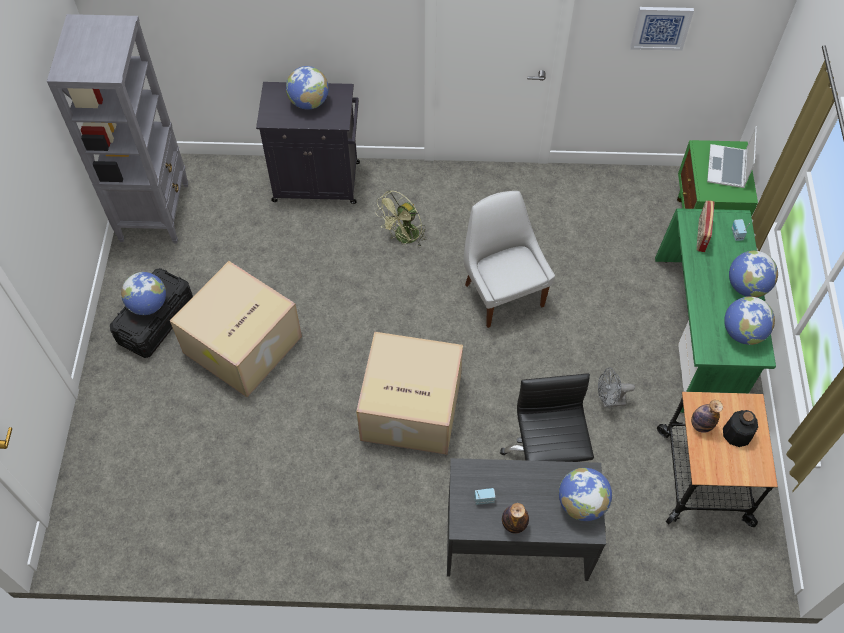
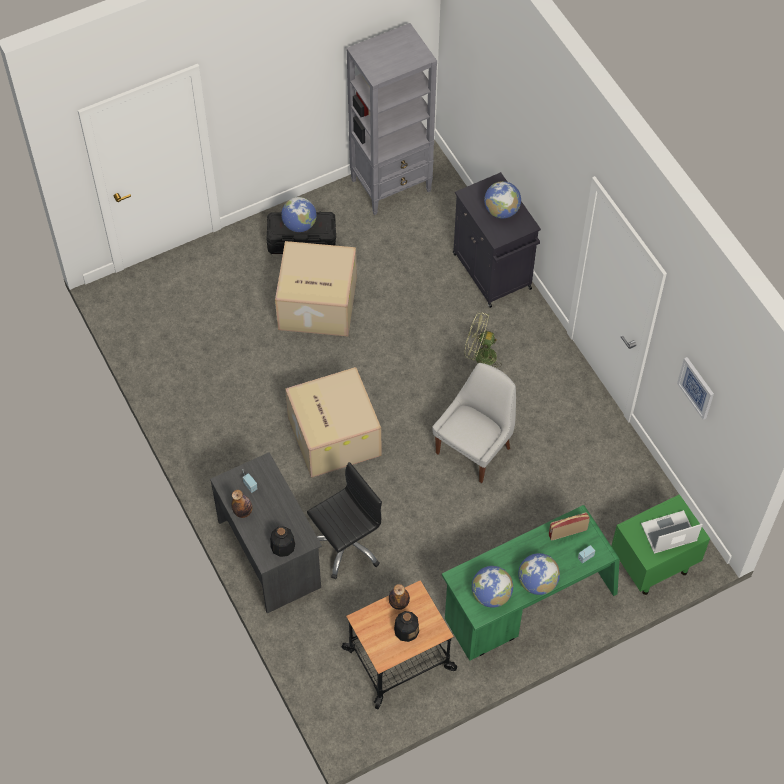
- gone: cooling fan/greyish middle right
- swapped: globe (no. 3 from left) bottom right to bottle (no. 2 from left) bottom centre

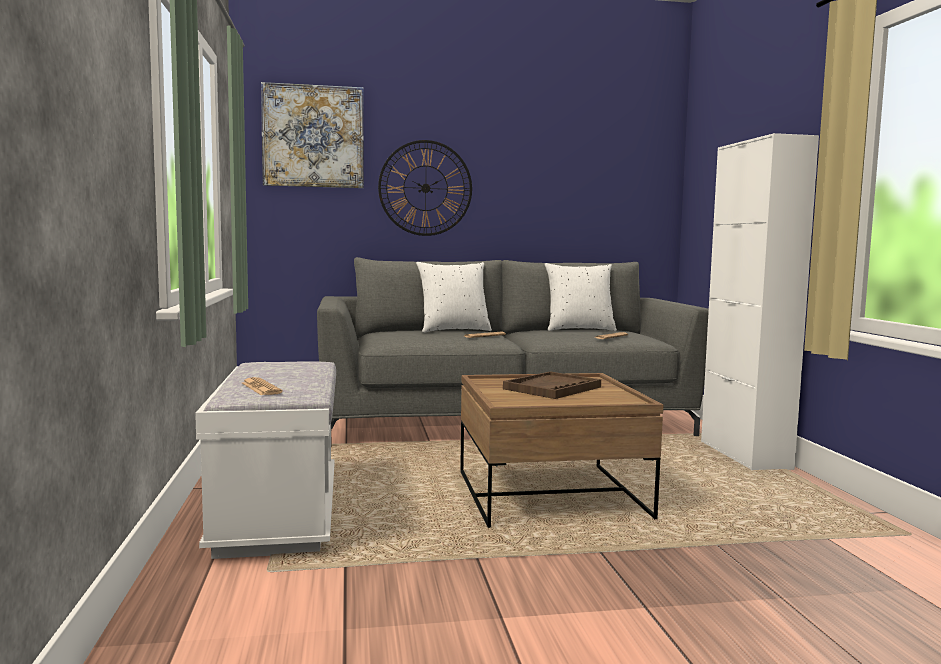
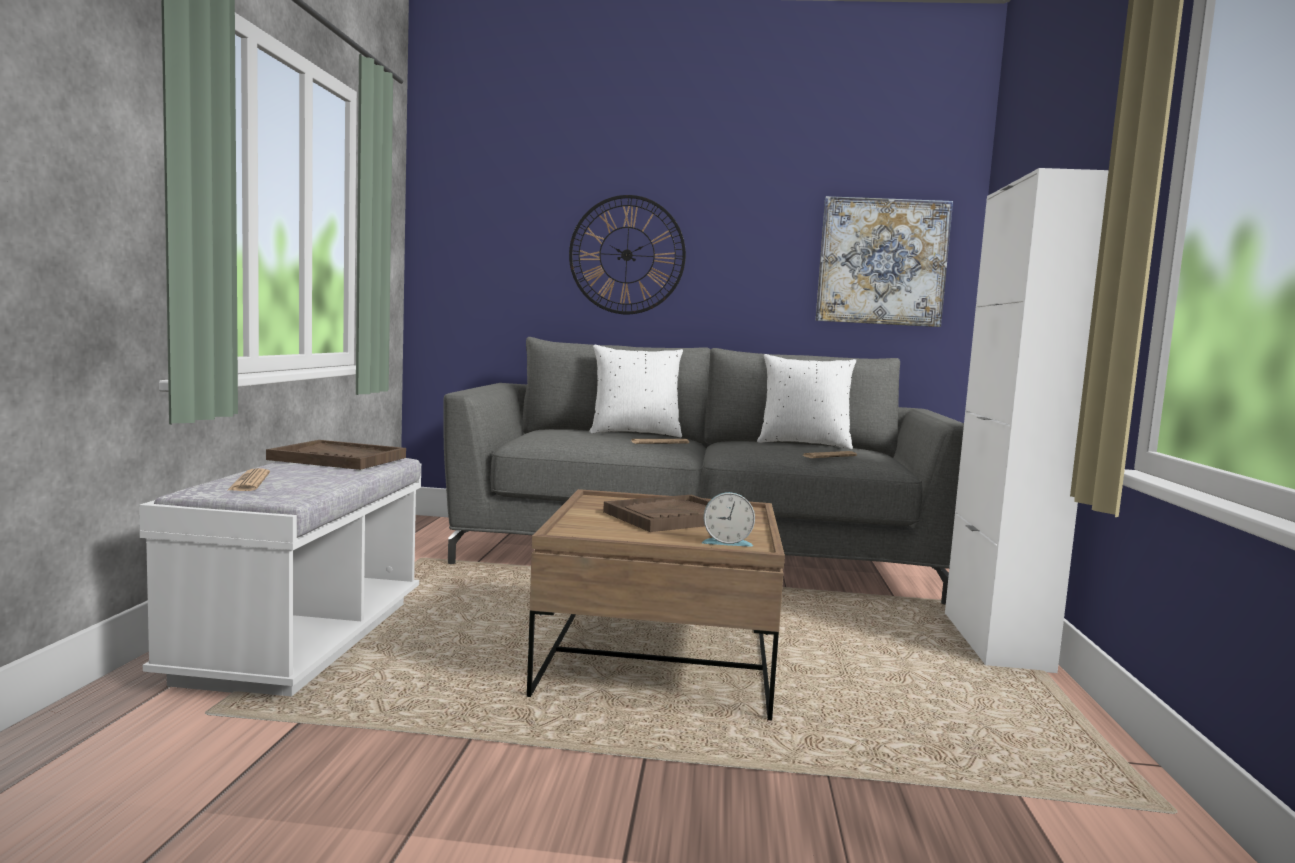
- shifted: picture top left to top right
- new: tray/brownish (no. 1 from left) middle left
- new: bedside clock centre

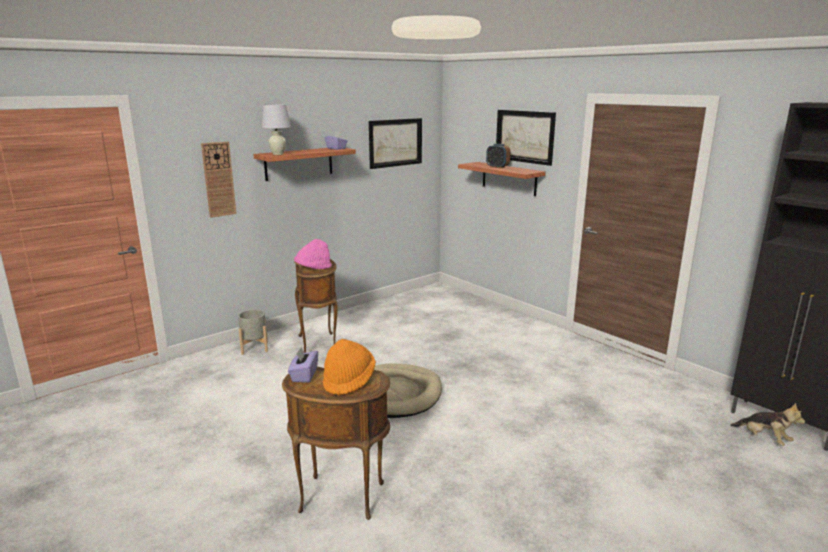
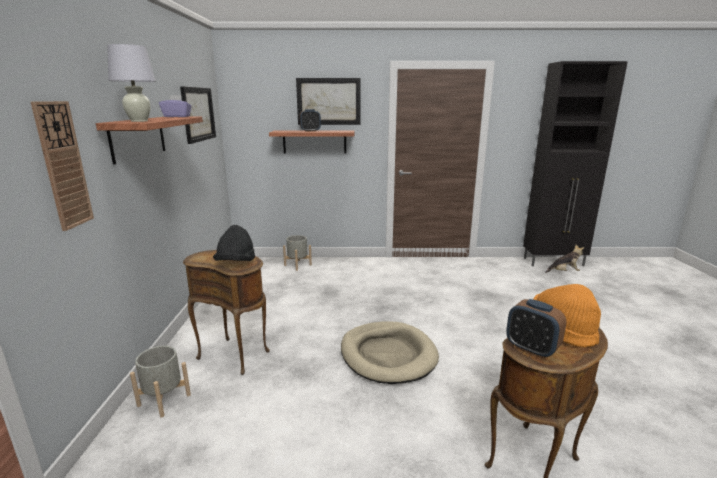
- repainted: clothing hat/pink-coloured centre to clothing hat/black middle left
- swapped: tissue box/purple-coloured (no. 1 from left) centre to bedside clock (no. 2 from left) bottom right
- new: flower pot/greyish (no. 2 from left) centre

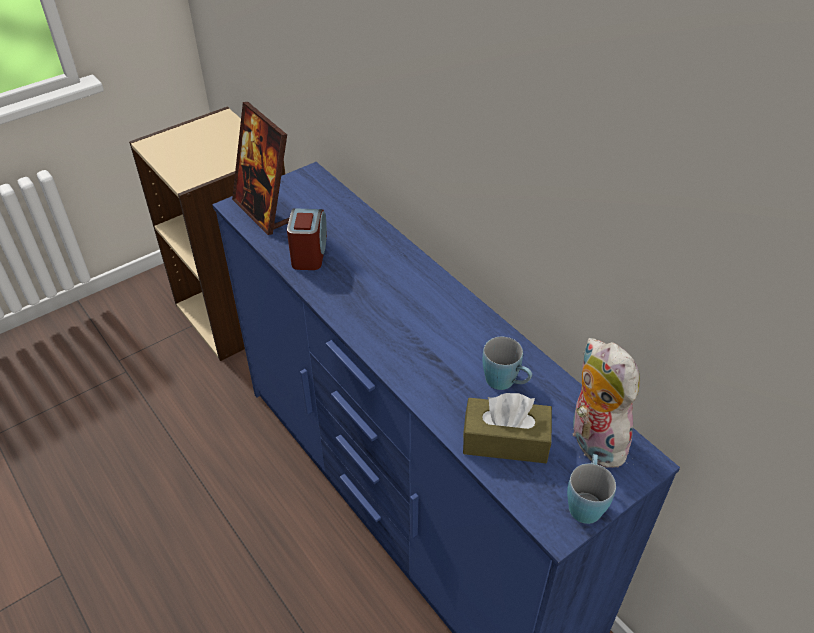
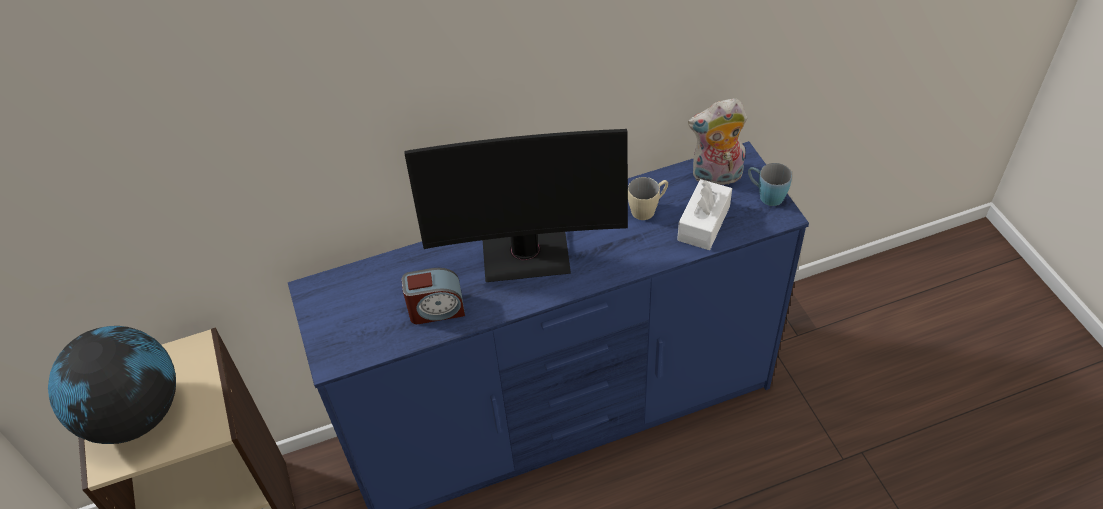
- gone: standing frame top left
- rotated: bedside clock centre = centre 150 degrees clockwise
- repainted: mug/blue-coloured (no. 1 from left) centre to mug/beige centre
- repainted: tissue box/brownish bottom centre to tissue box/white-coloured centre
- new: monitor centre
- new: globe bottom left

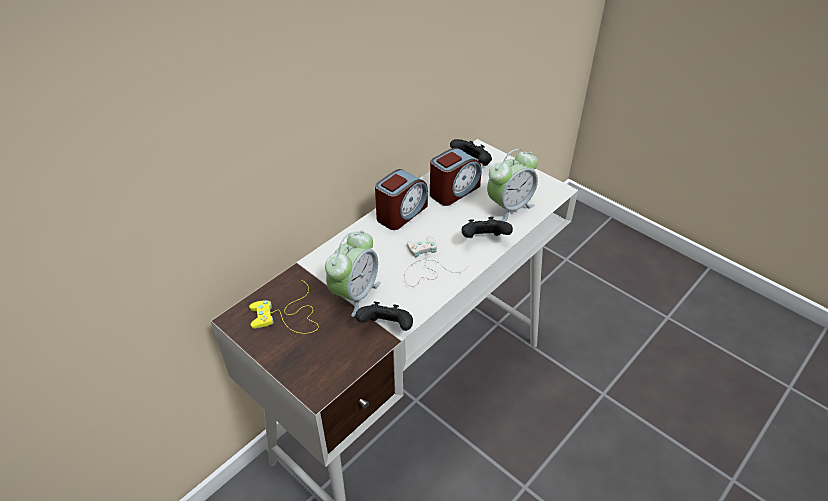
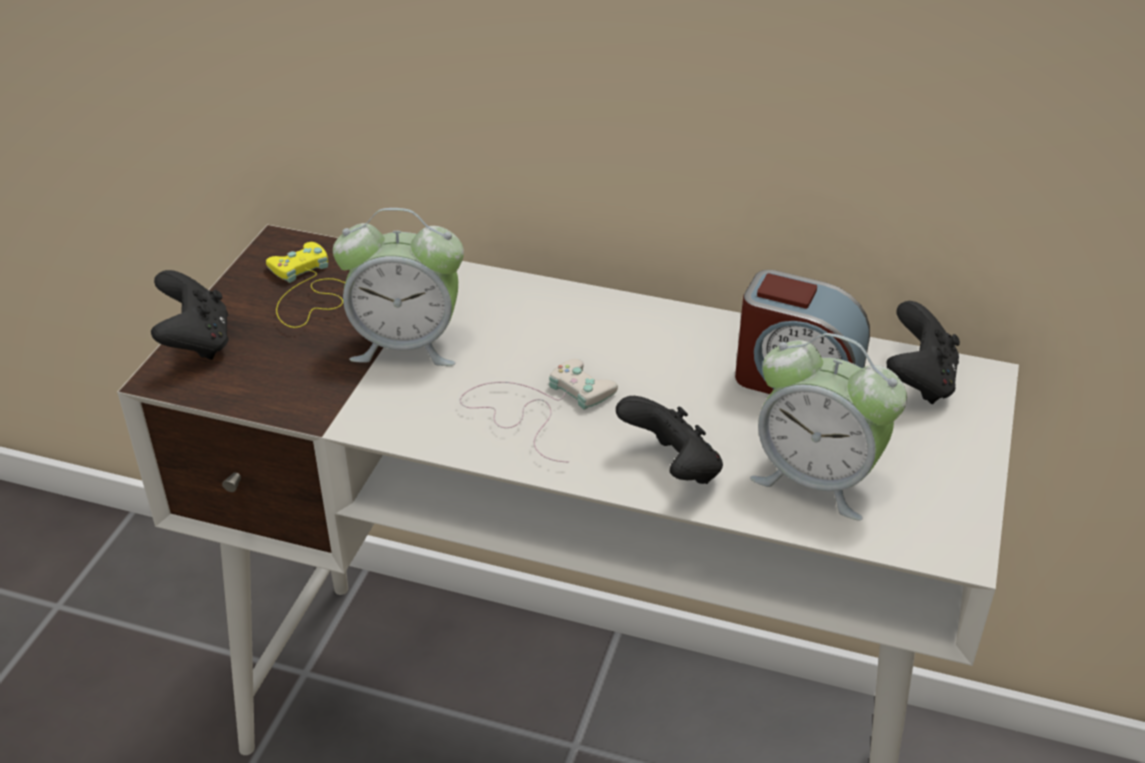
- gone: bedside clock (no. 2 from left) centre
- shifted: joypad/black (no. 1 from left) centre to middle left

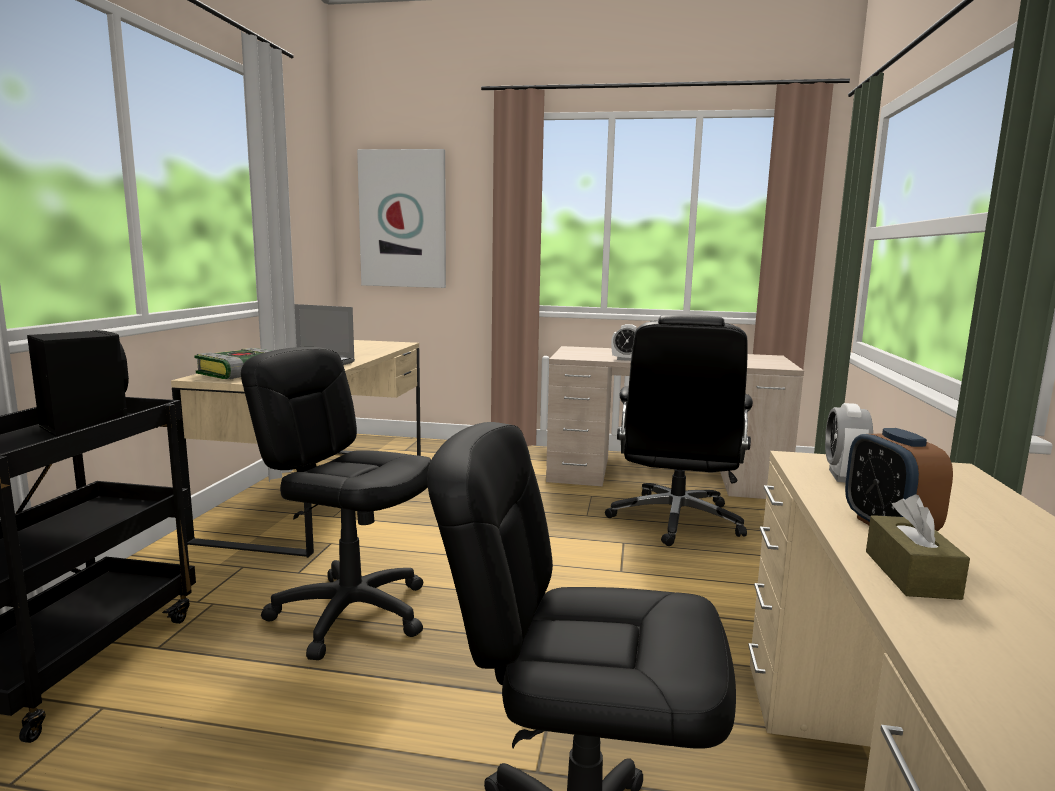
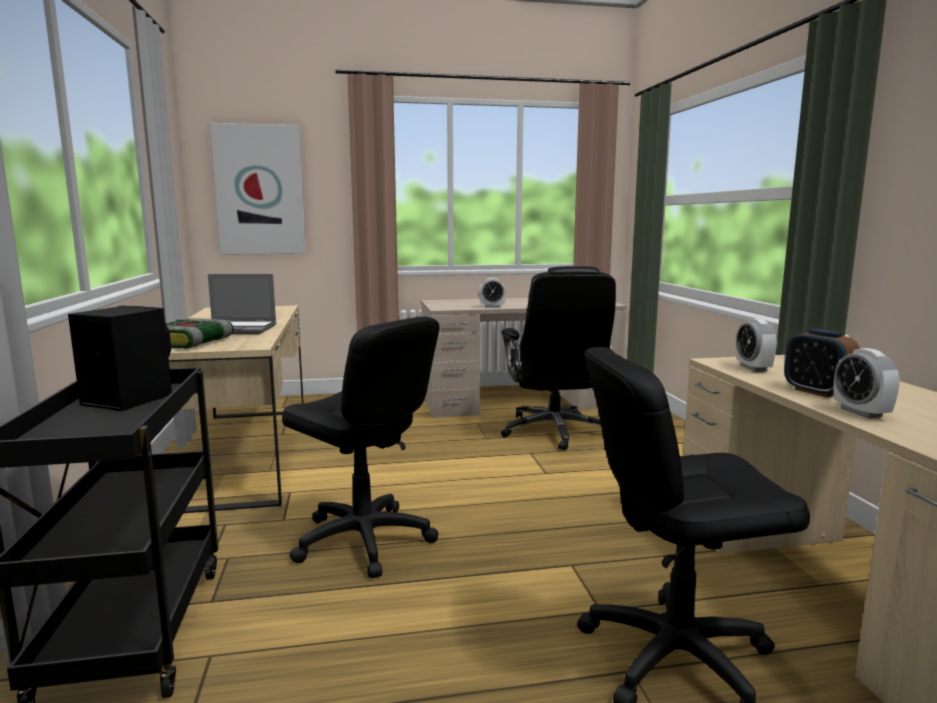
- rotated: computer chair/black (no. 1 from left) middle left = centre 150 degrees counterclockwise
- swapped: tissue box/brownish bottom right to bedside clock (no. 4 from left) middle right

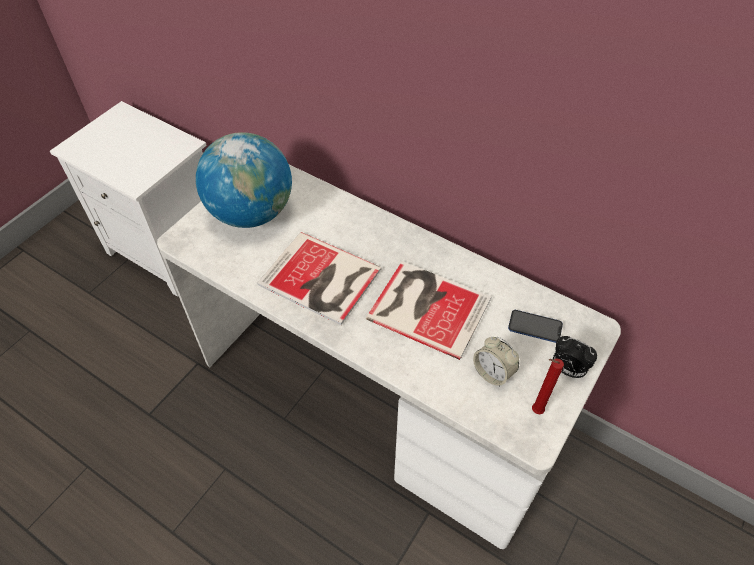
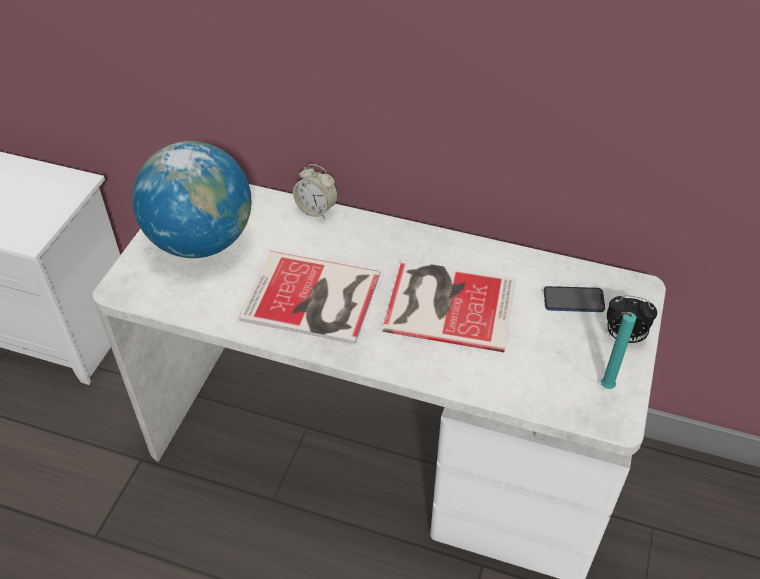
- shifted: bedside clock (no. 1 from left) centre to top centre
- repainted: wax candle/red bottom right to wax candle/turquoise middle right

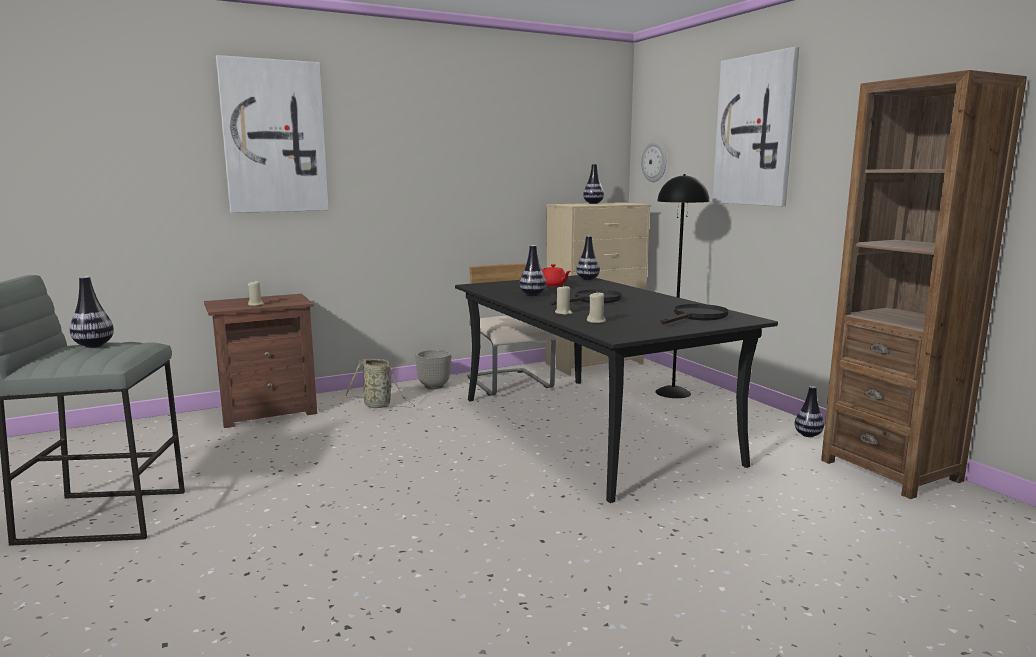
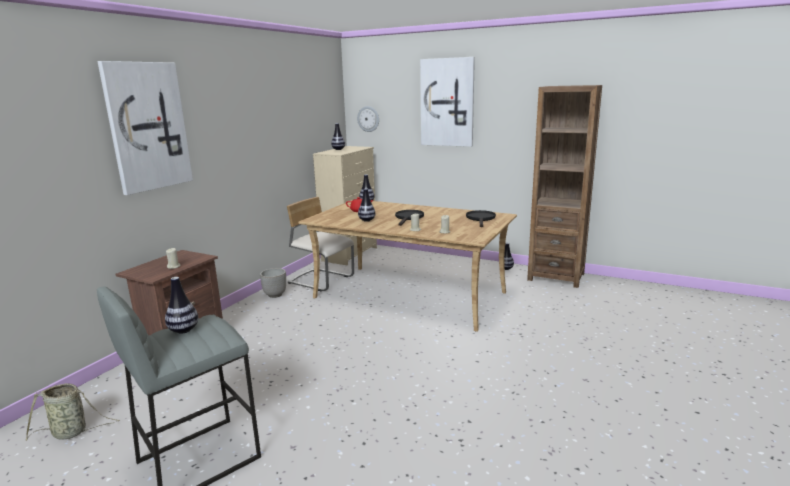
- gone: standing lamp/black centre
- repainted: kitchen table/black centre to kitchen table/beige centre
- shifted: basket centre to bottom left

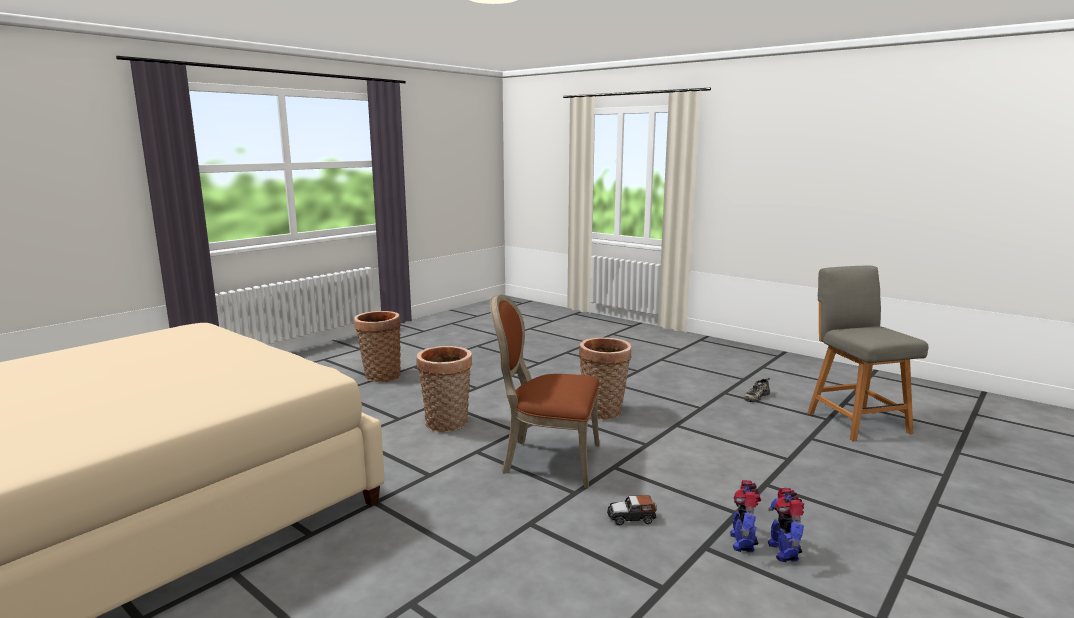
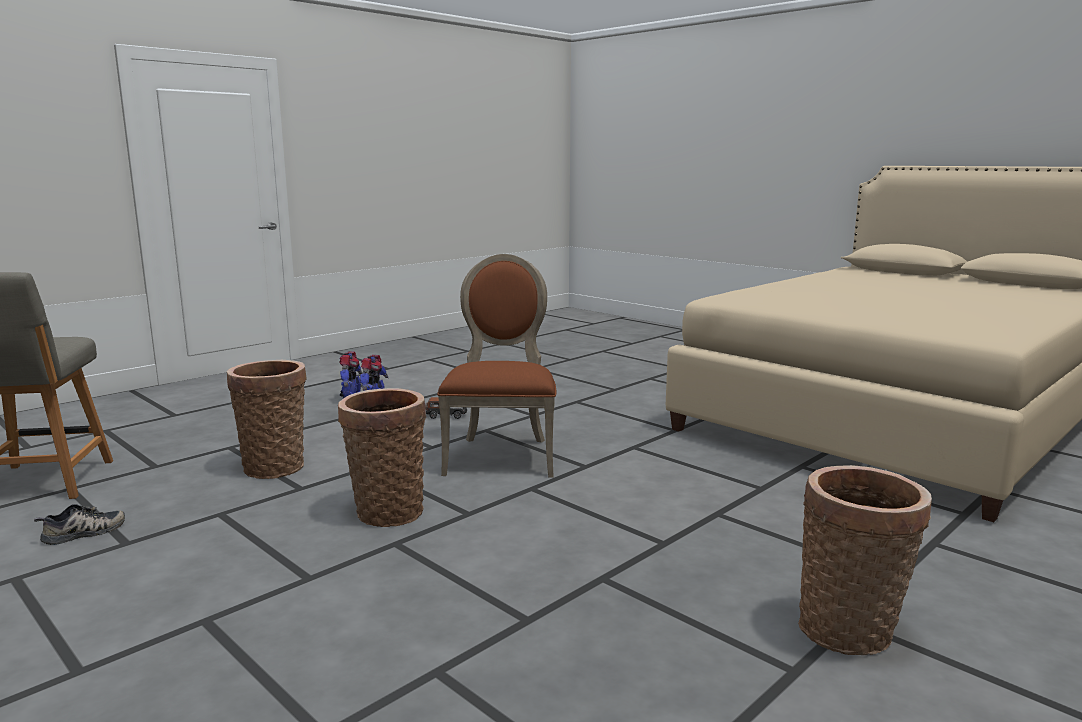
- rotated: upright chair/brownish centre = centre 105 degrees counterclockwise
- shifted: basket (no. 2 from left in the first image) centre to basket (no. 1 from left) middle left

